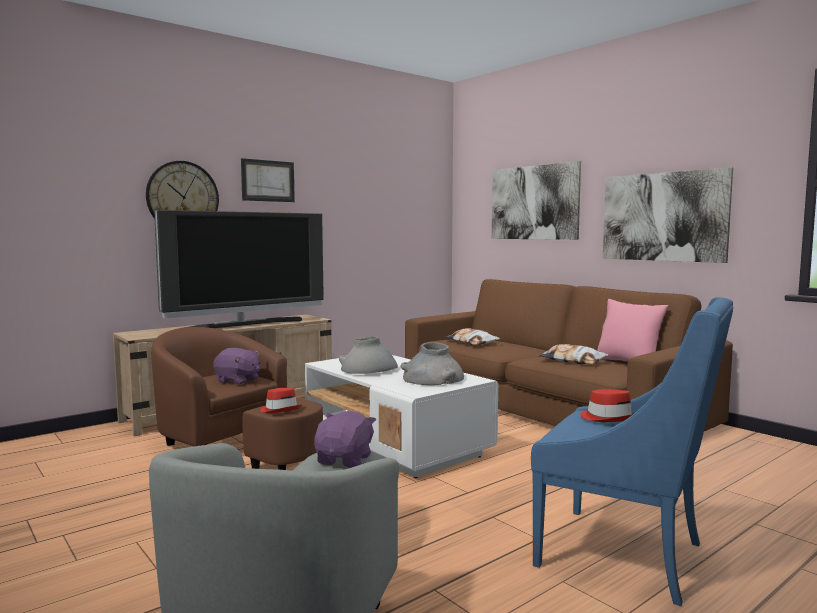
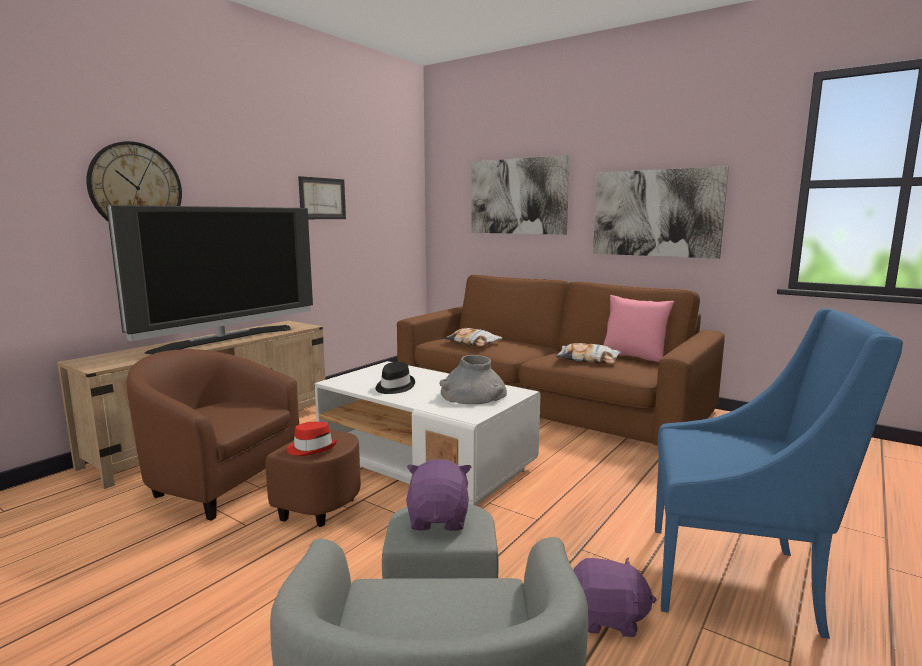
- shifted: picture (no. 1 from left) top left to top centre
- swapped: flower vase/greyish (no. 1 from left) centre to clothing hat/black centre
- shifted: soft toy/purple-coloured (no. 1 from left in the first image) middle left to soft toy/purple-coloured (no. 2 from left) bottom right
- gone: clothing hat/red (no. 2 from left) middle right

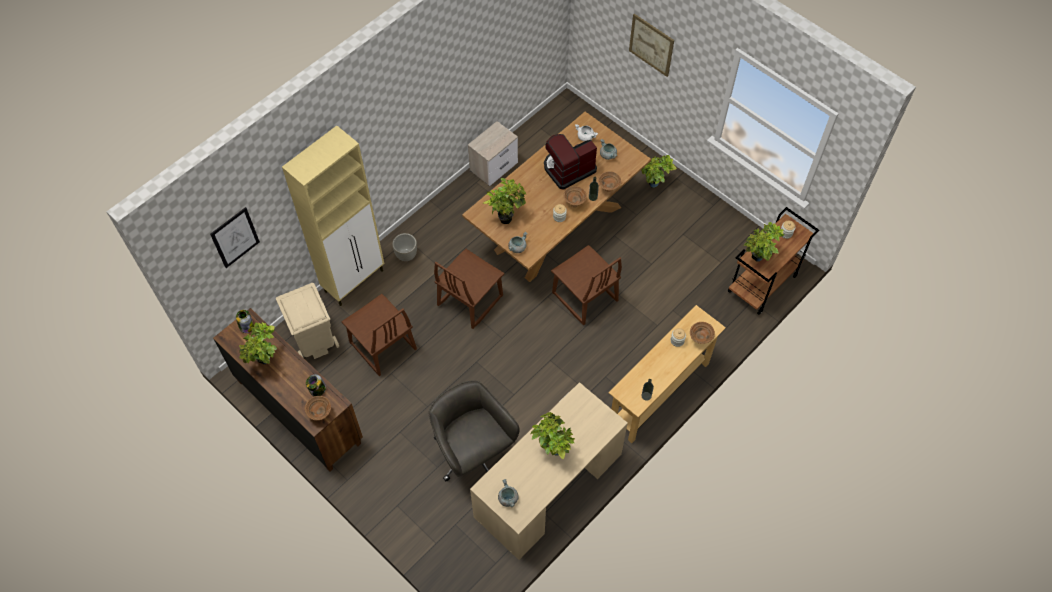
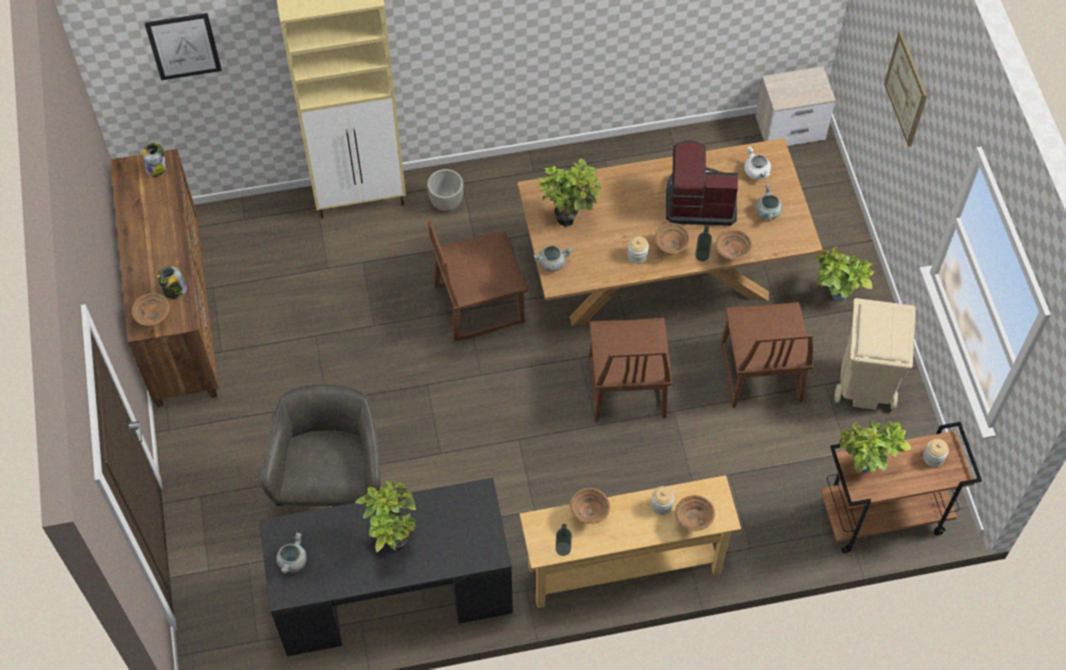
- shifted: nightstand top centre to top right
- shifted: rubbish bin/beige middle left to middle right
- shifted: upright chair/brownish (no. 1 from left in the first image) centre to upright chair/brownish (no. 3 from left) middle right
- gone: potted plant (no. 1 from left) middle left
- repainted: desk table/beige bottom centre to desk table/black bottom centre
- new: serving bowl/brownish (no. 2 from left) bottom centre

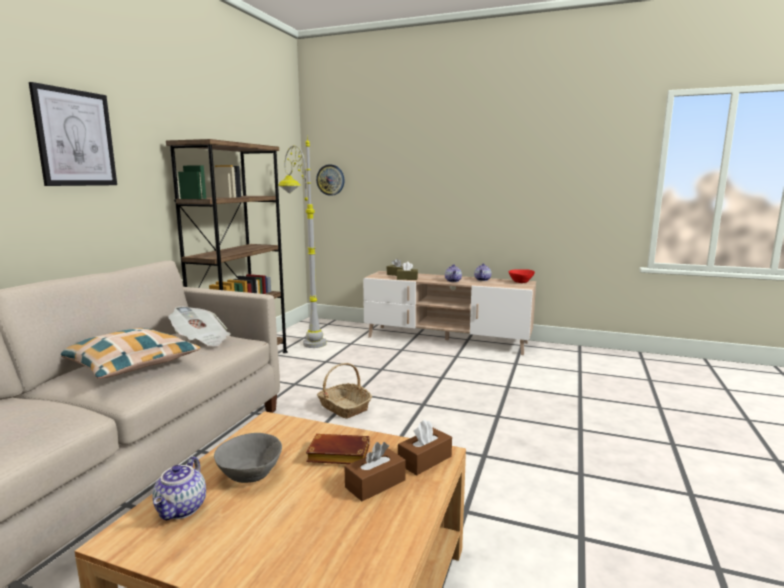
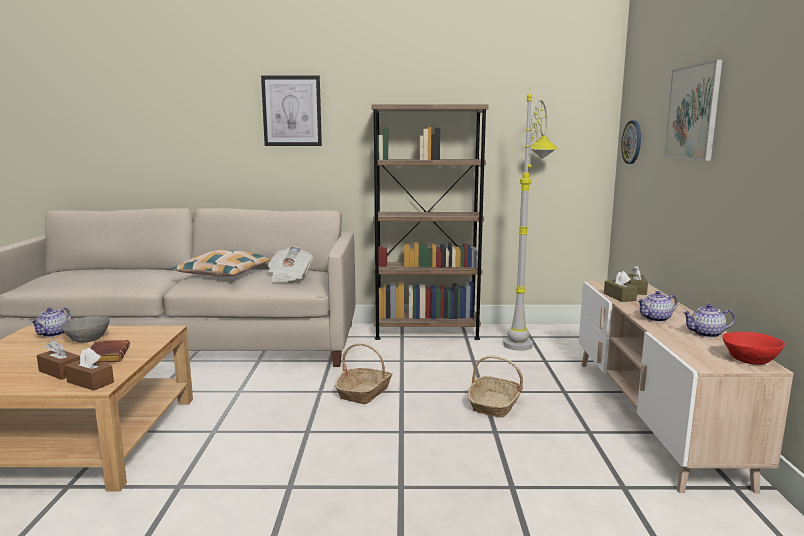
- rotated: tea pot (no. 1 from left) bottom left = middle left 60 degrees counterclockwise
- new: picture (no. 2 from left) top right
- new: basket (no. 2 from left) bottom centre

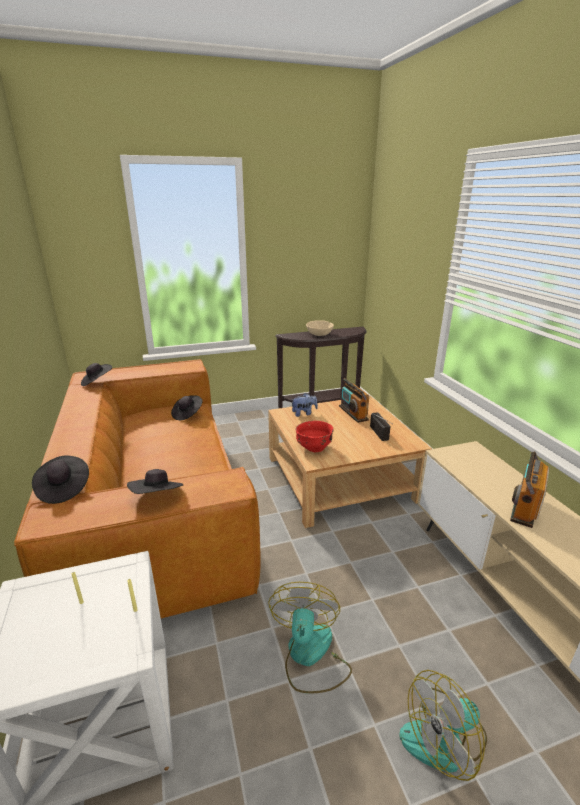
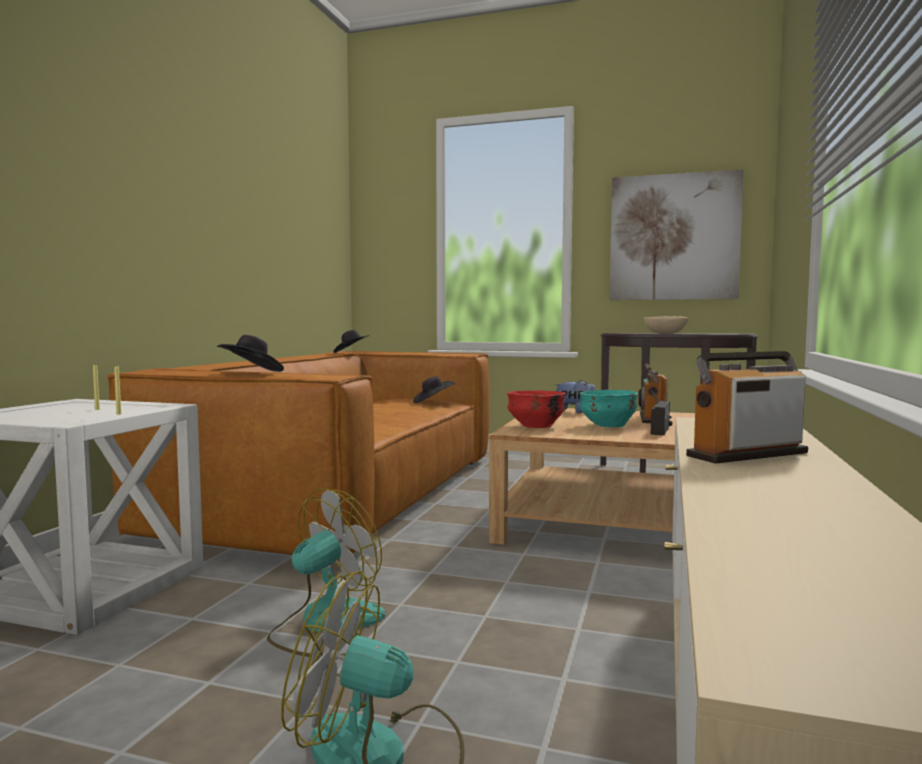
- gone: clothing hat/black (no. 1 from left) middle left
- new: picture top right
- new: serving bowl/turquoise centre

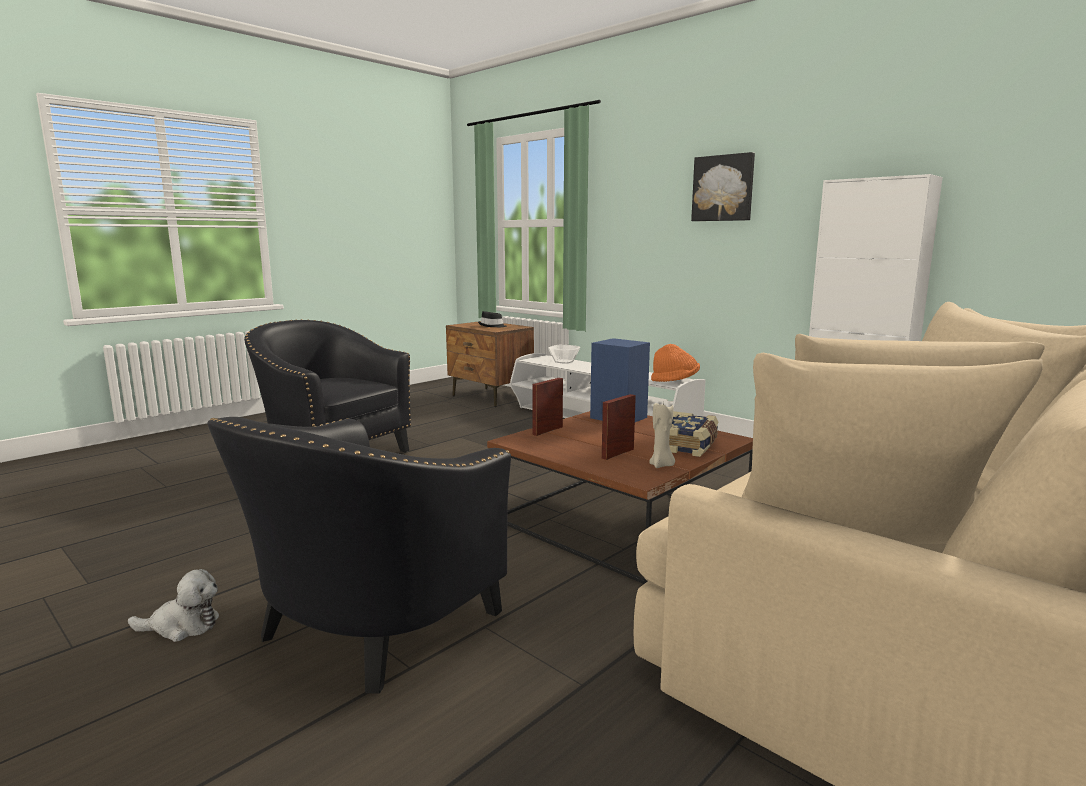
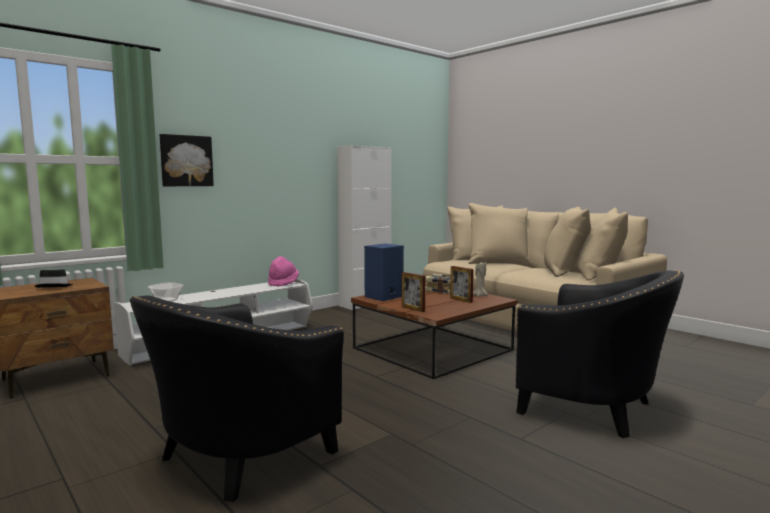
- shifted: picture top centre to top left
- repainted: clothing hat/orange-coloured centre to clothing hat/pink-coloured centre
- gone: soft toy bottom left

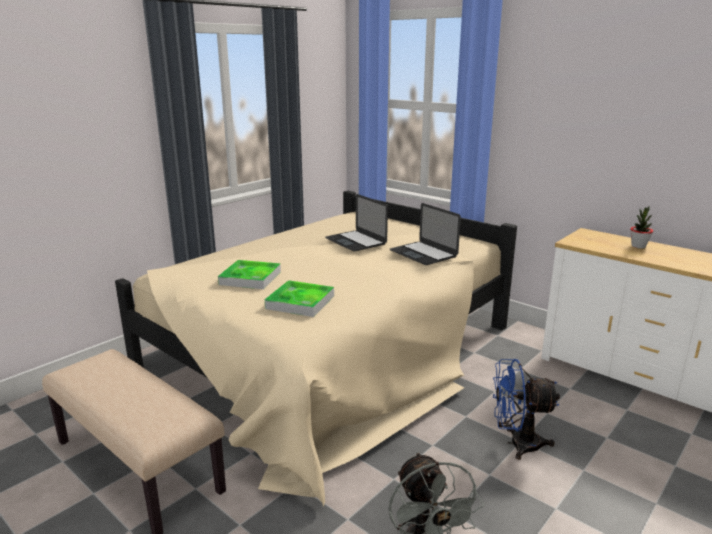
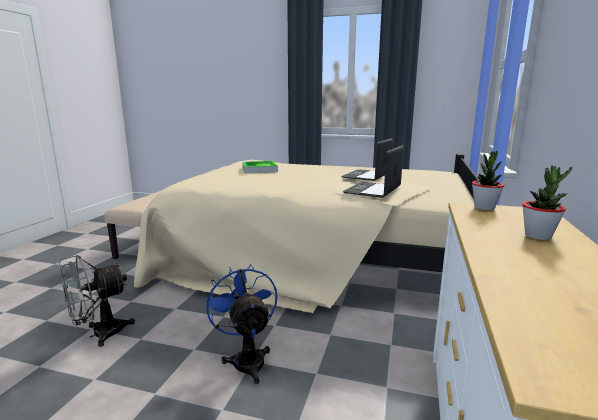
- gone: tray (no. 2 from left) centre
- new: potted plant (no. 1 from left) middle right

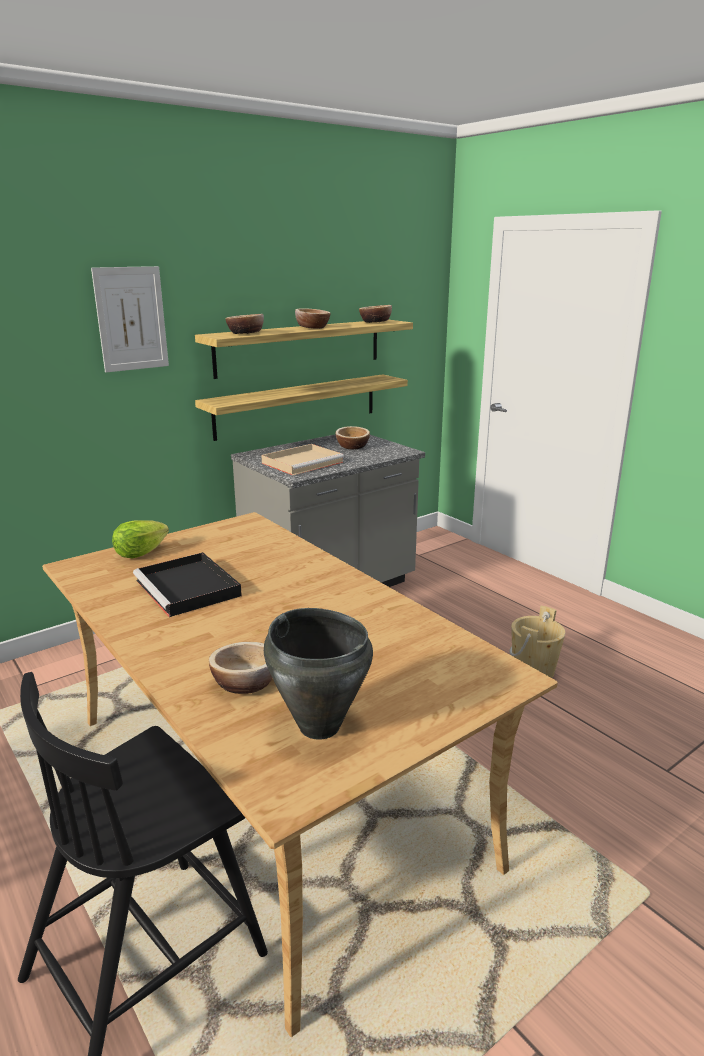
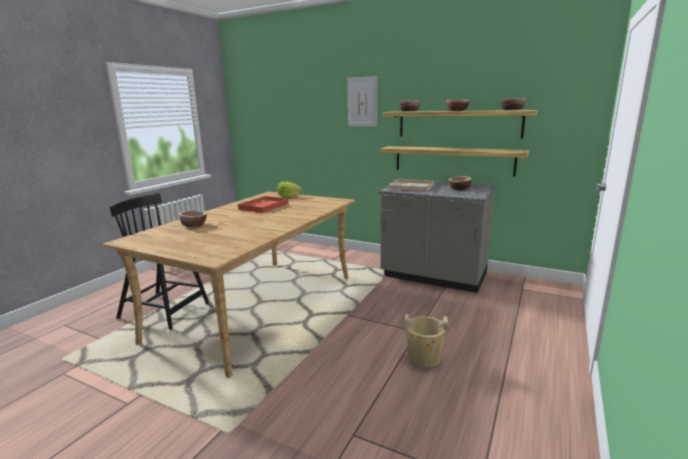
- repainted: tray/black middle left to tray/red centre
- gone: stockpot/black centre

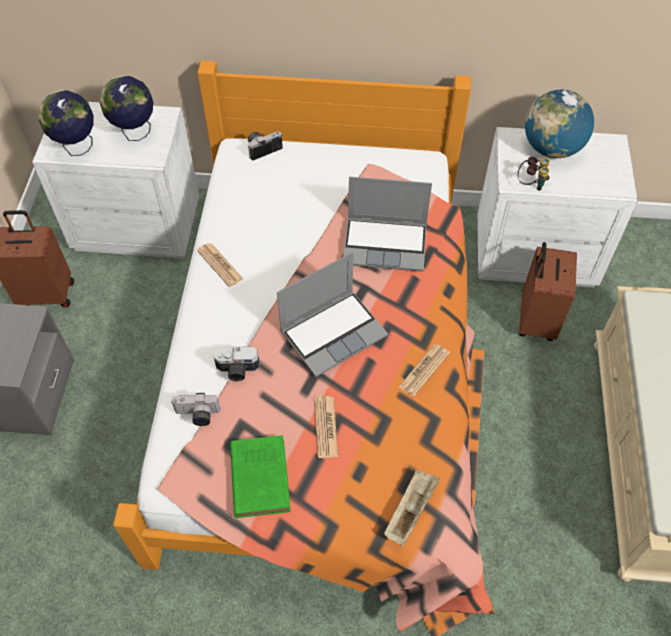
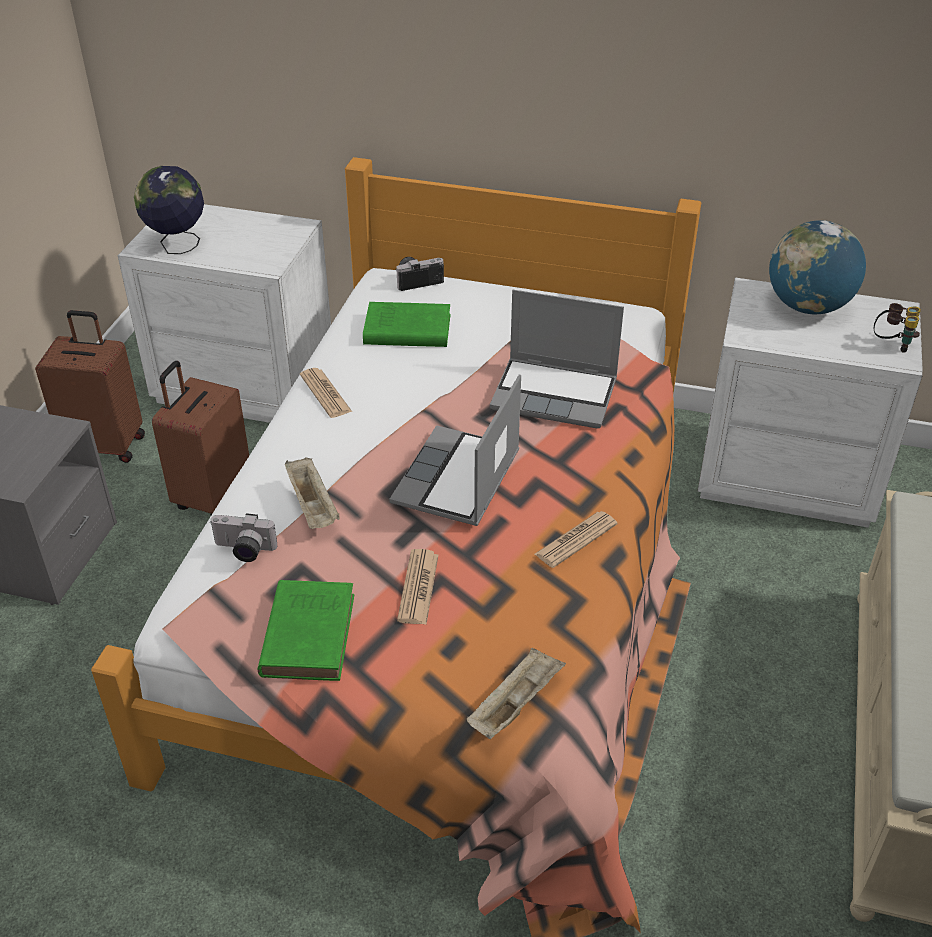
- gone: globe (no. 2 from left) top left
- shifted: field glasses top right to middle right
- shifted: piece of luggage/brownish (no. 2 from left) middle right to middle left
- rotated: laptop (no. 1 from left) centre = centre 135 degrees clockwise
- swapped: photo camera (no. 2 from left) centre to tray/beige (no. 1 from left) centre
- new: book/green (no. 2 from left) centre

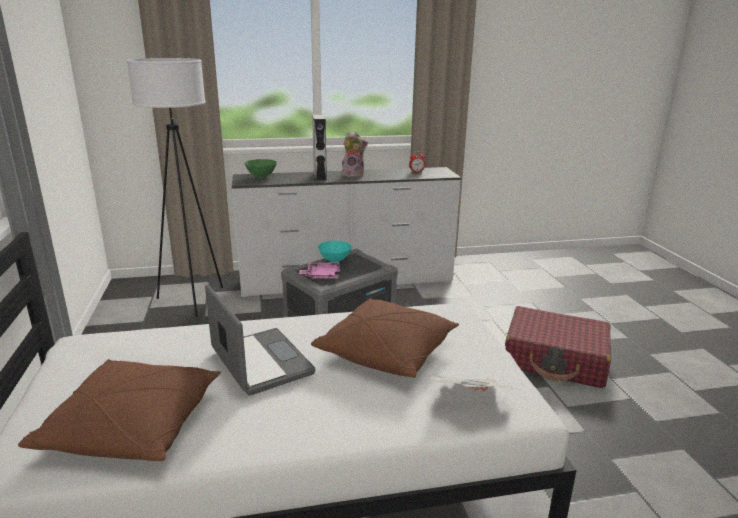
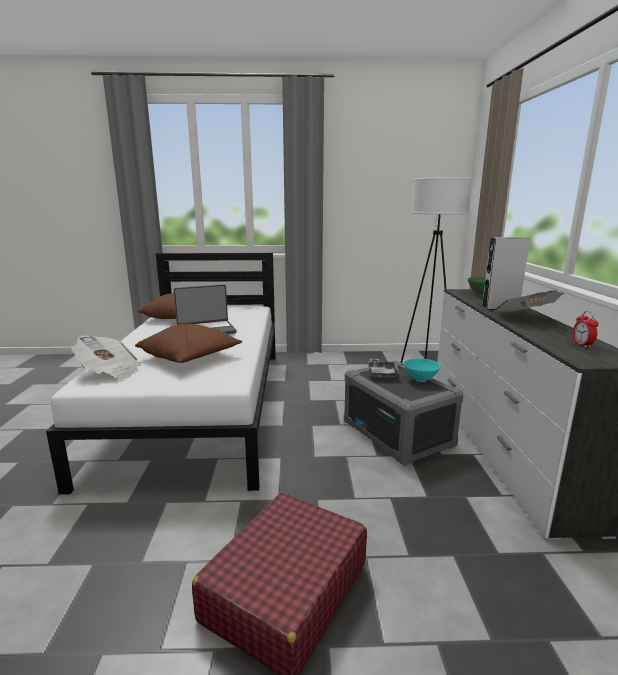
- swapped: soft toy top centre to printed paper (no. 2 from left) middle right
- repainted: tray/pink-coloured centre to tray/greyish centre

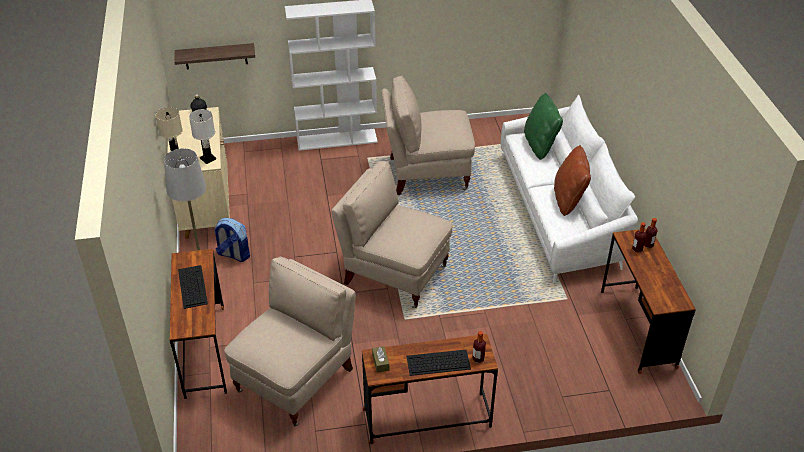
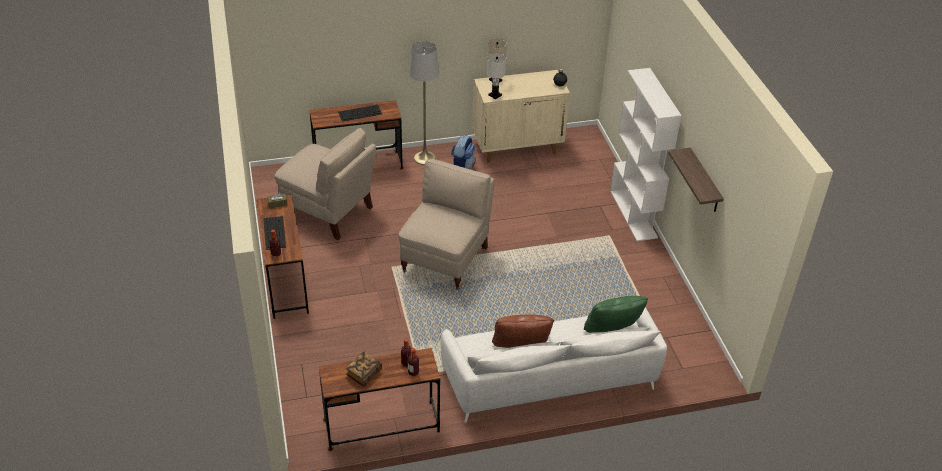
- shifted: shelf top left to middle right
- gone: upright chair/beige (no. 3 from left) top centre
- new: book bottom centre

